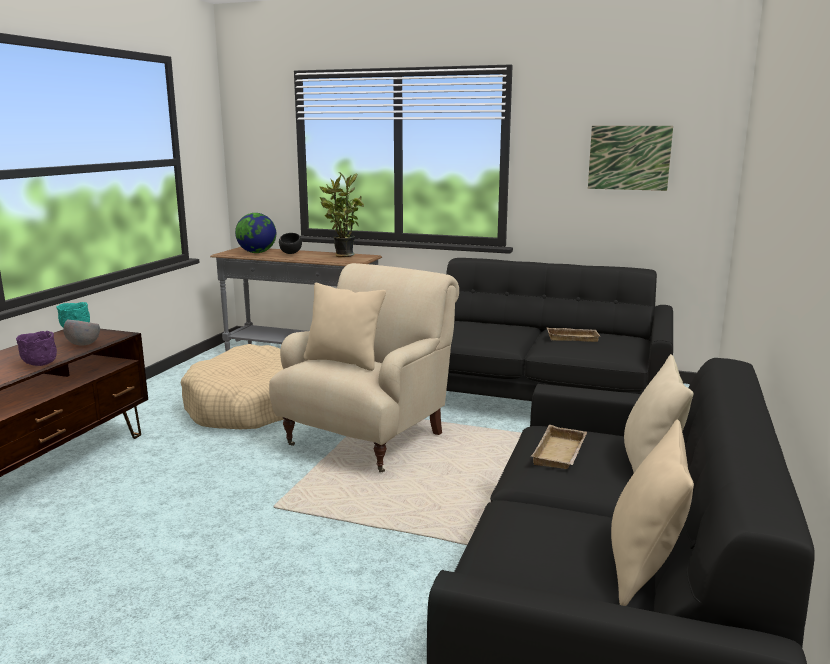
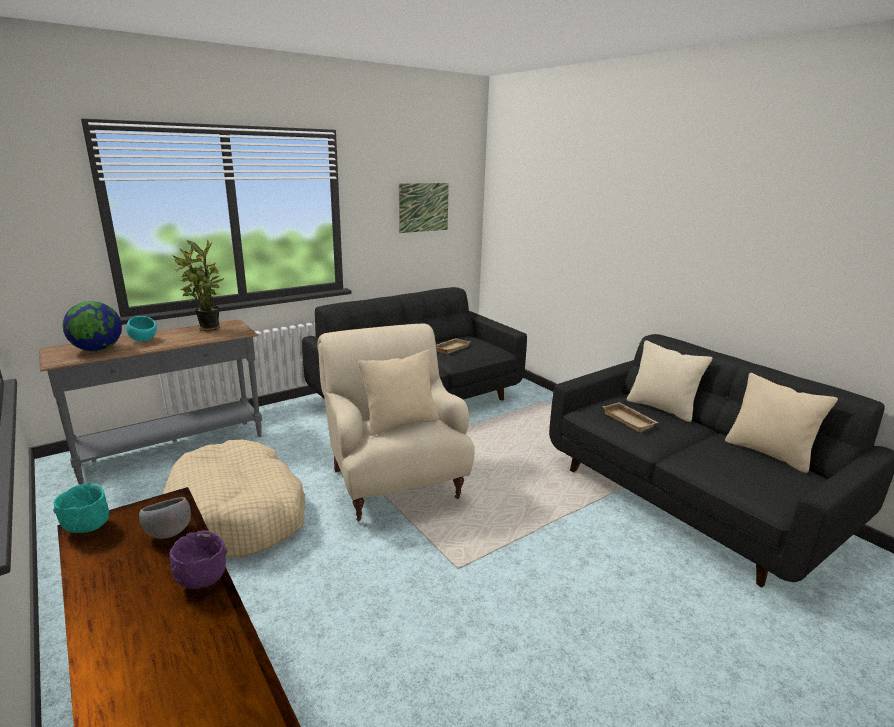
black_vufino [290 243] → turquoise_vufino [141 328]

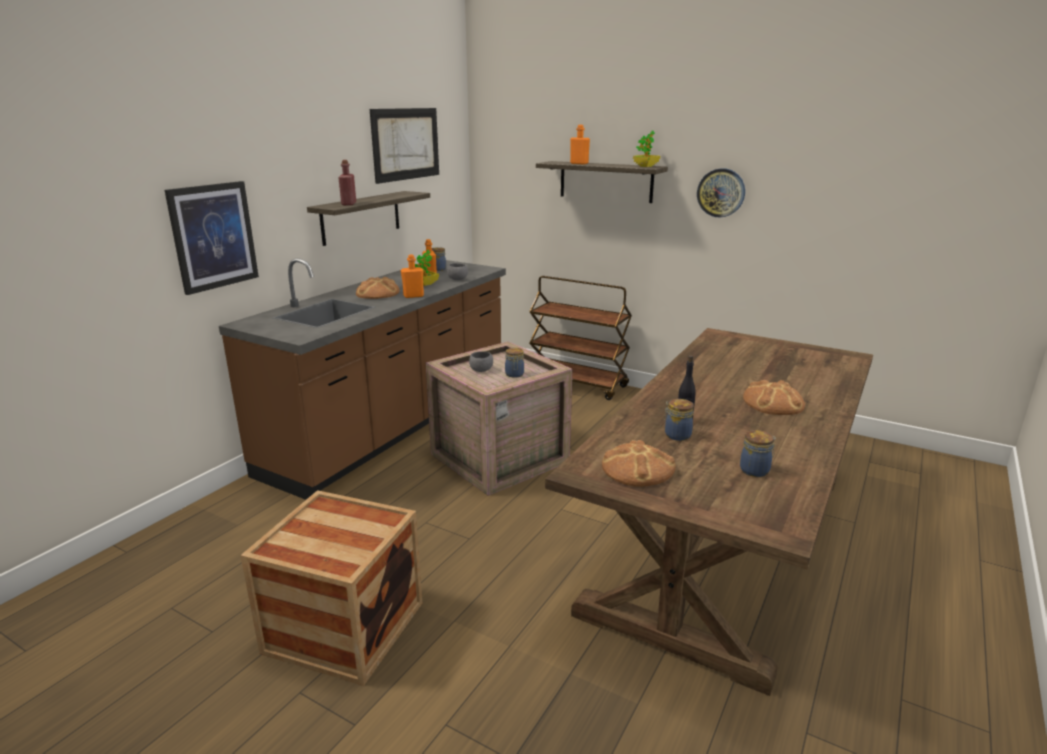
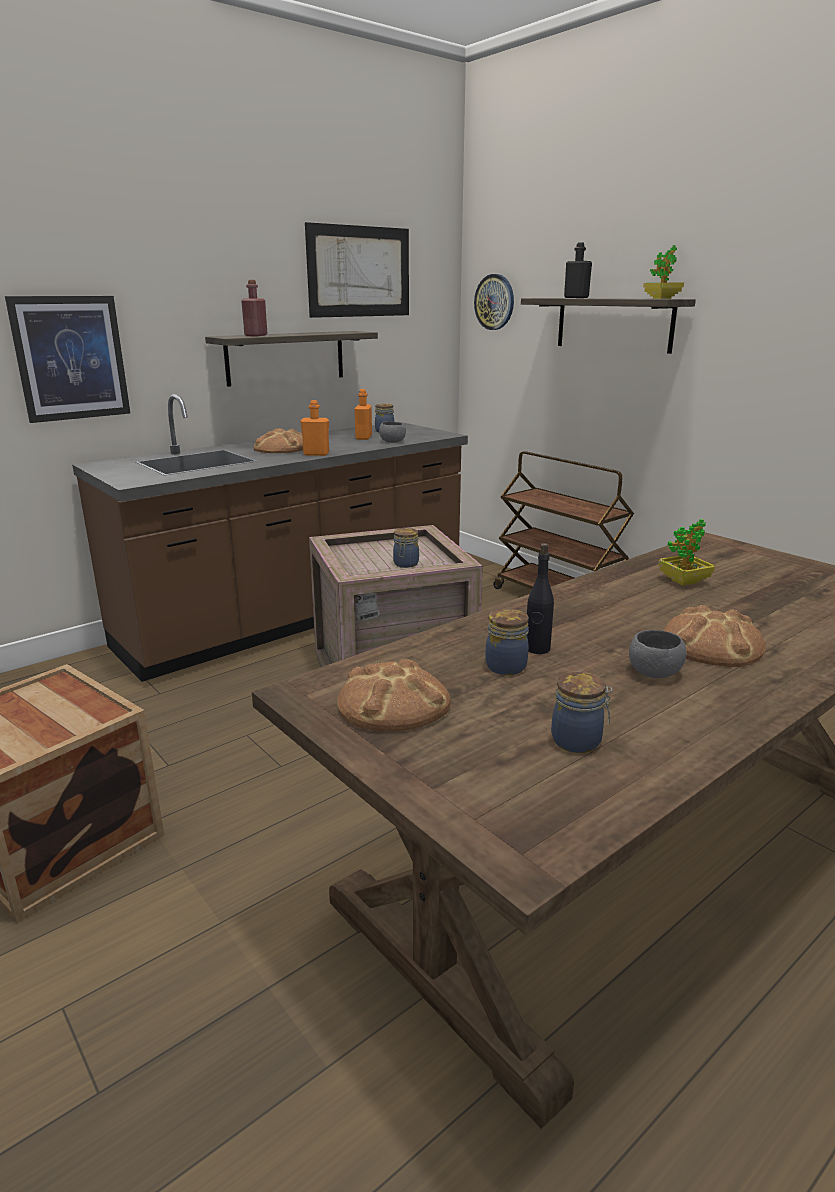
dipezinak [427 268] → dipezinak [686 552], moved
grey_vufino [481 361] → grey_vufino [657 654], moved
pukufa [721 192] → pukufa [494 302], moved
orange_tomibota [580 144] → black_tomibota [578 270]

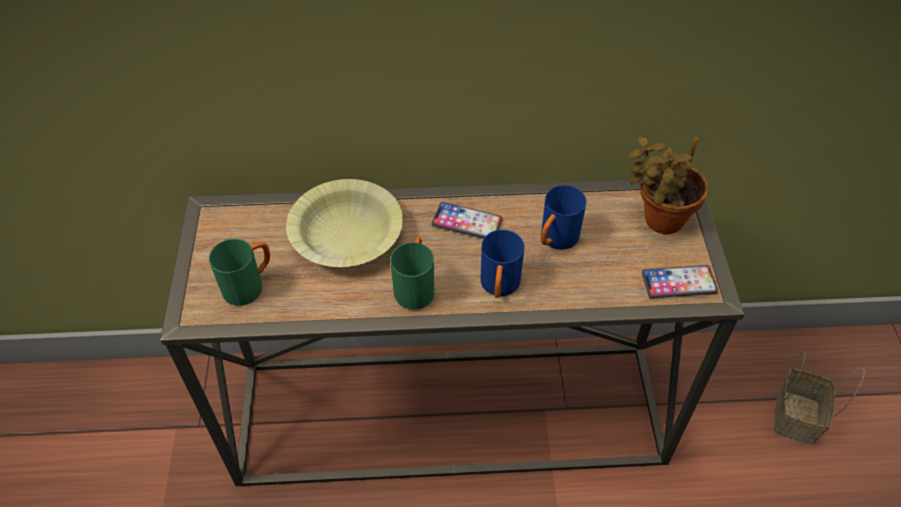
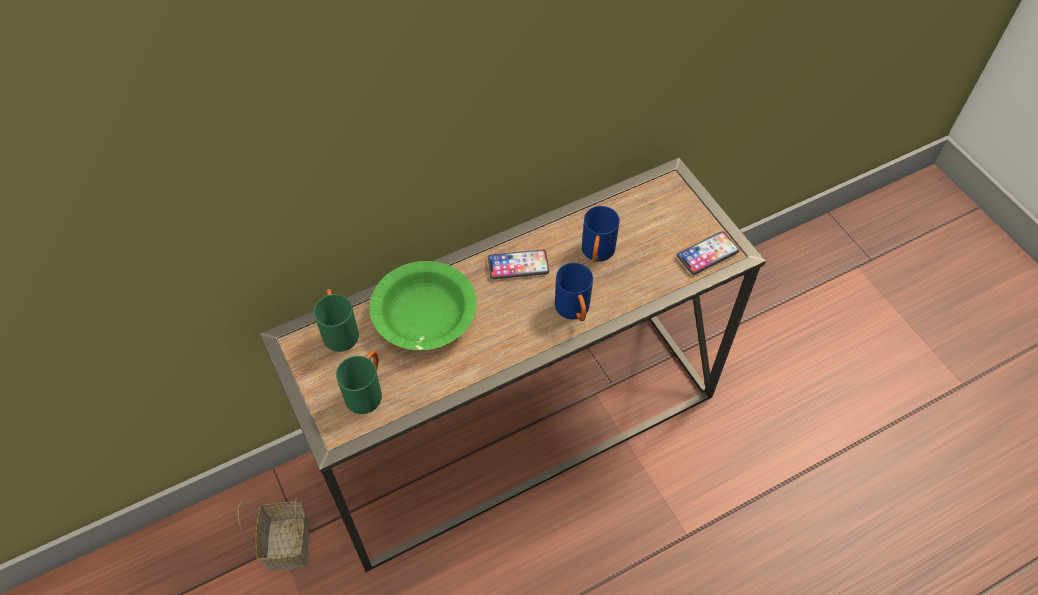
dipezinak [668 185] → -
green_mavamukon [412 273] → green_mavamukon [336 320], moved
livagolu [819 397] → livagolu [273 533], moved
yellow_vufino [344 223] → green_vufino [423 305]

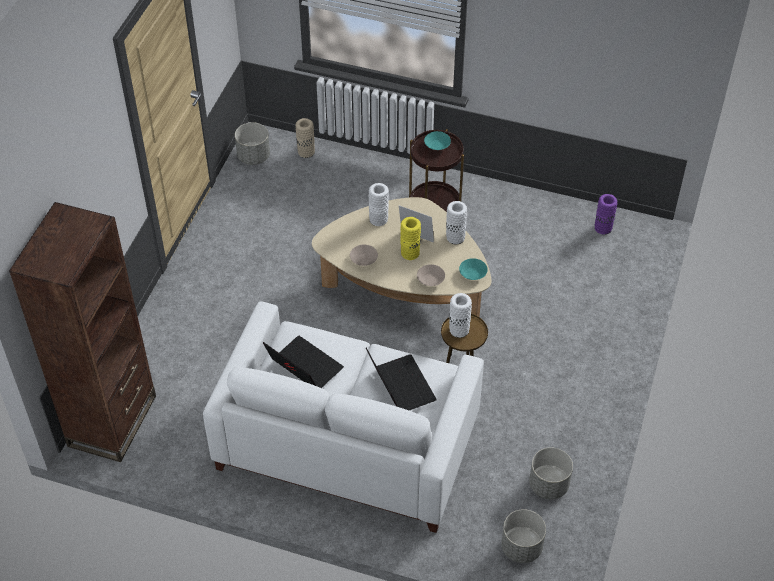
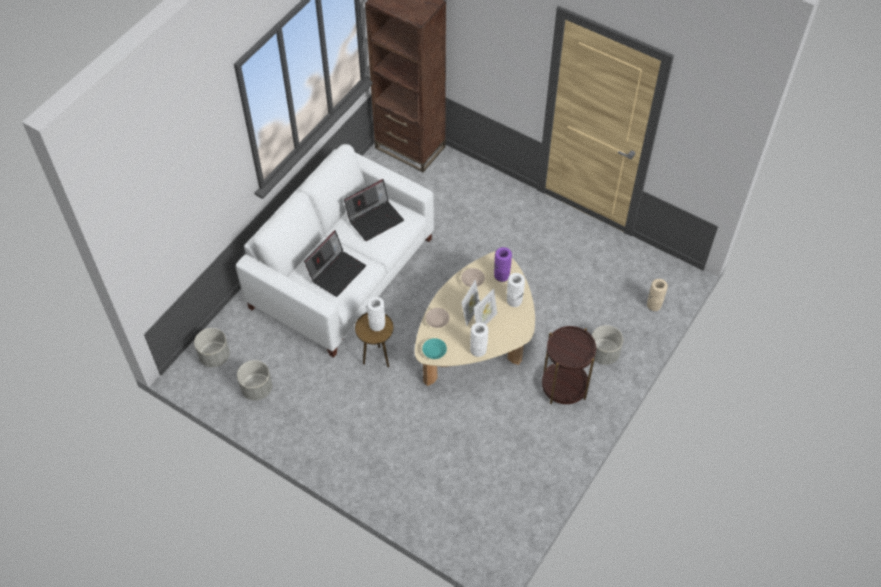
turquoise_vufino [437 140] → -
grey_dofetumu [252 143] → grey_dofetumu [607 345], moved
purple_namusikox [606 214] → purple_namusikox [503 264], moved
yellow_namusikox [410 238] → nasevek [470 303]
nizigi [401 379] → nizigi [335 263], 45 degrees counterclockwise

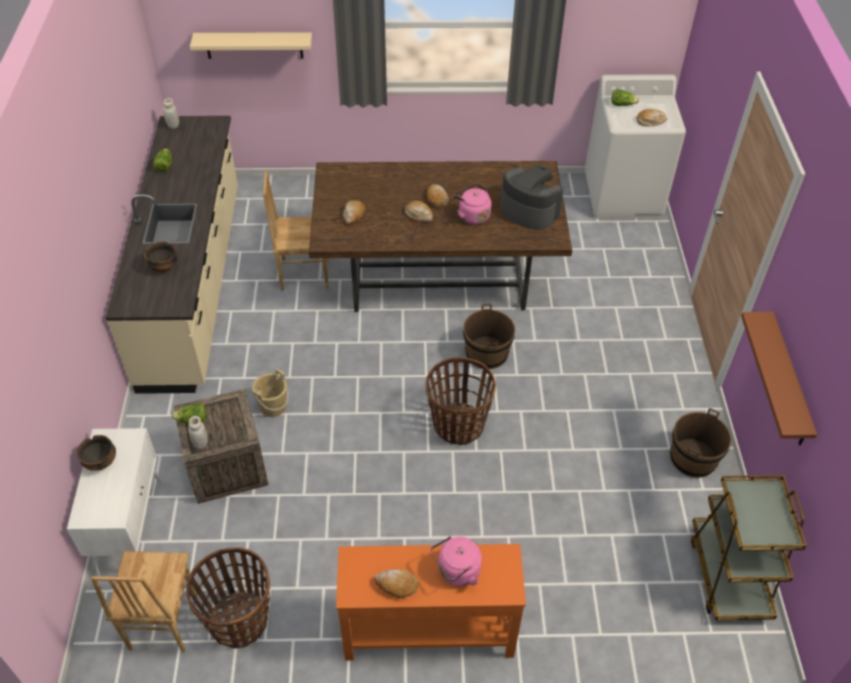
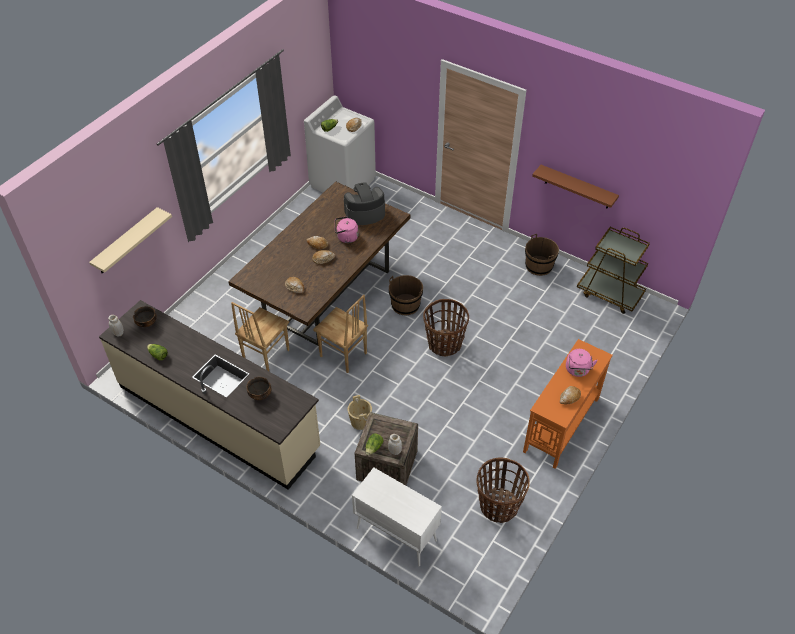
vufino [96 453] → vufino [145 316], moved
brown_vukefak [143 602] → brown_vukefak [340 334], moved

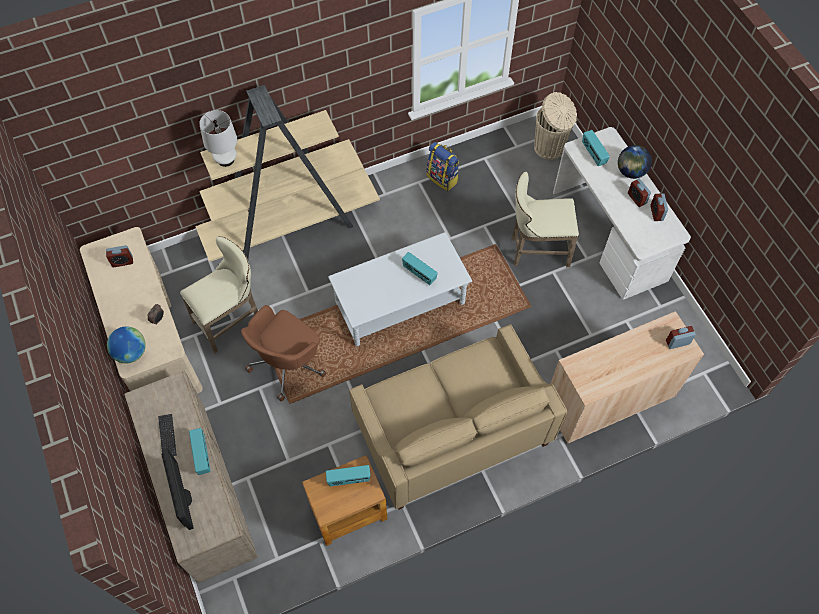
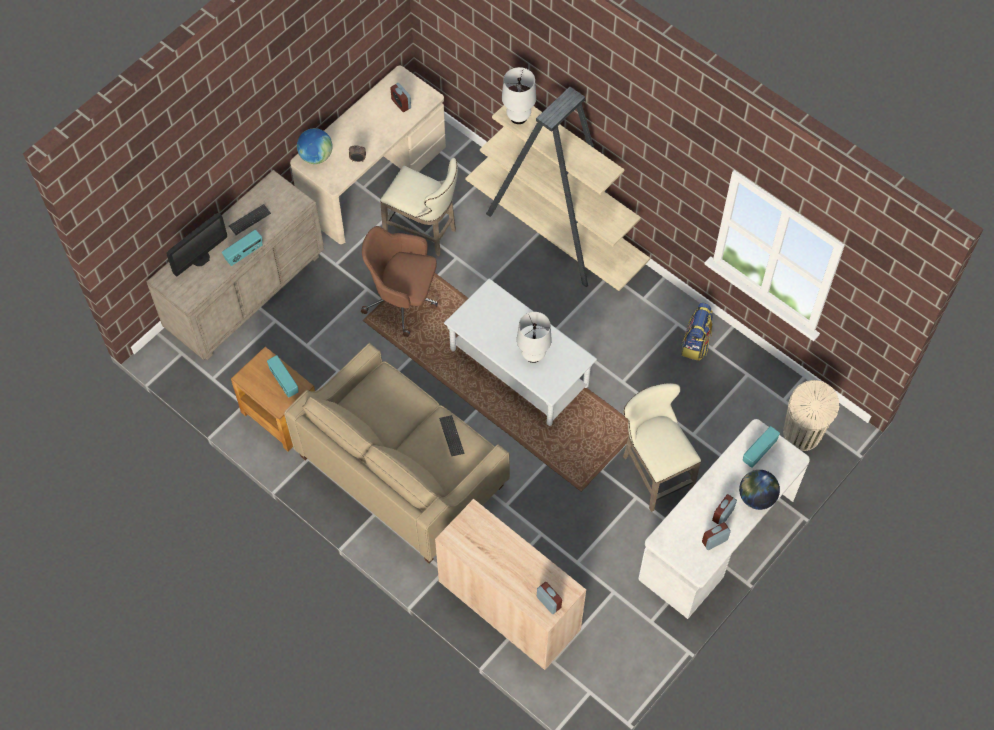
- → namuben [451 435]
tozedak [420 268] → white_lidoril [534 337]

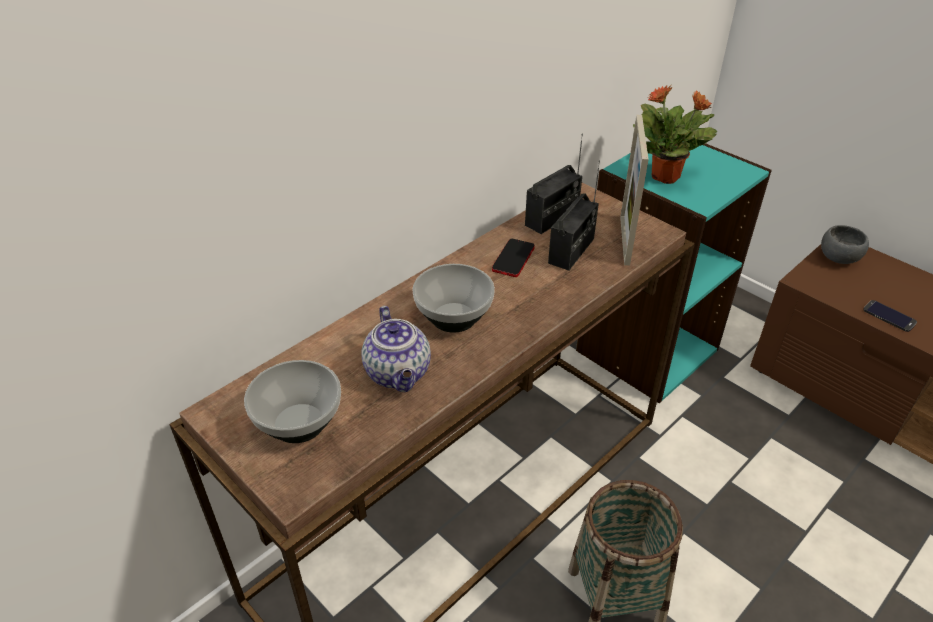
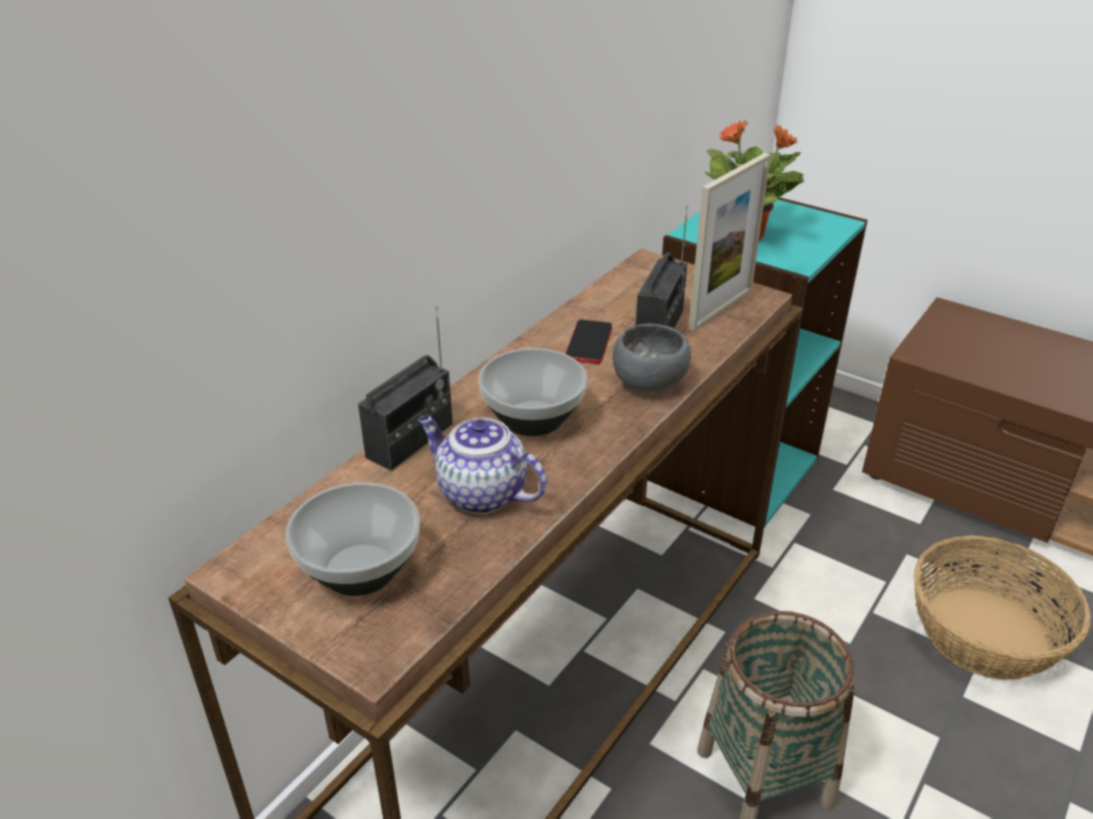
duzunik [890 316] → -
- → livagolu [1002 607]
tozedak [554 184] → tozedak [405 388], moved
grey_vufino [845 244] → grey_vufino [652 358], moved
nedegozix [396 349] → nedegozix [482 464], 150 degrees clockwise
nasevek [634 190] → nasevek [729 242], 135 degrees counterclockwise

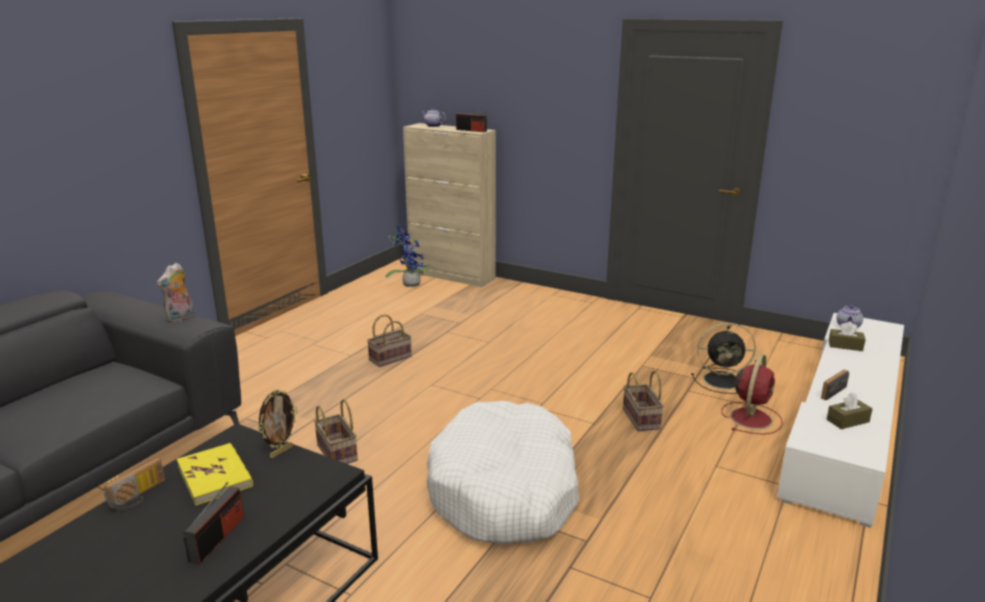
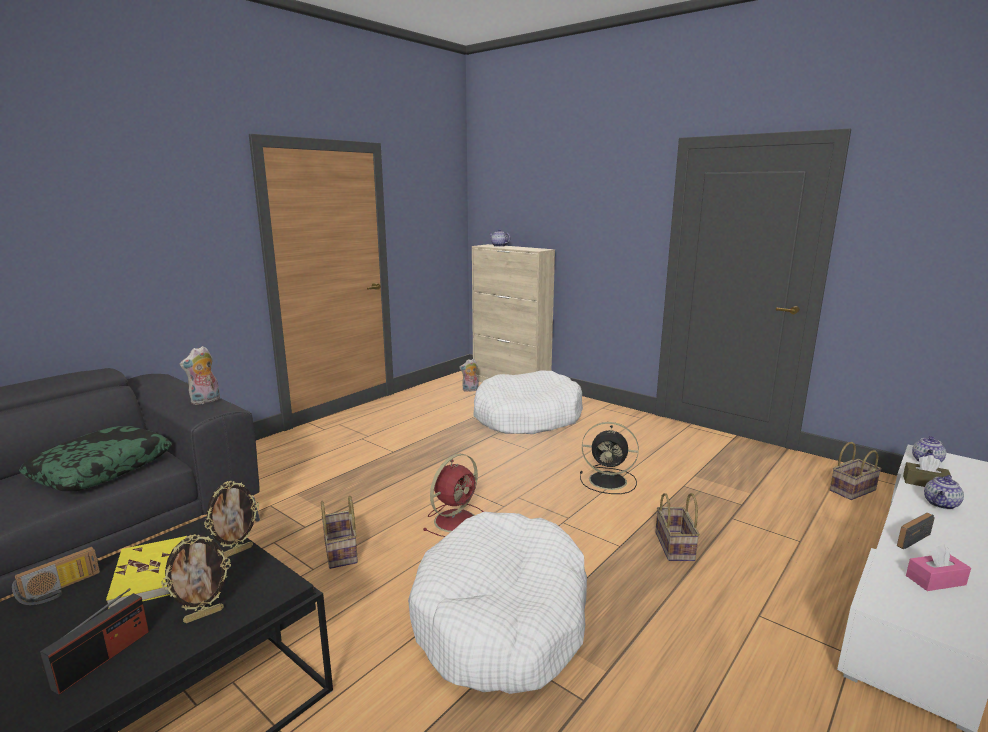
tozedak [471 122] → -
- → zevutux [95 458]
- → nasevek [196 578]
- → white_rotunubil [528 402]
- → nedegozix [944 492]
livagolu [389 340] → livagolu [856 471], moved
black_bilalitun [723 358] → black_bilalitun [609 458], moved
red_bilalitun [752 394] → red_bilalitun [453 495], moved
dipezinak [410 256] → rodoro [469 375]
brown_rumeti [850 410] → pink_rumeti [938 568]

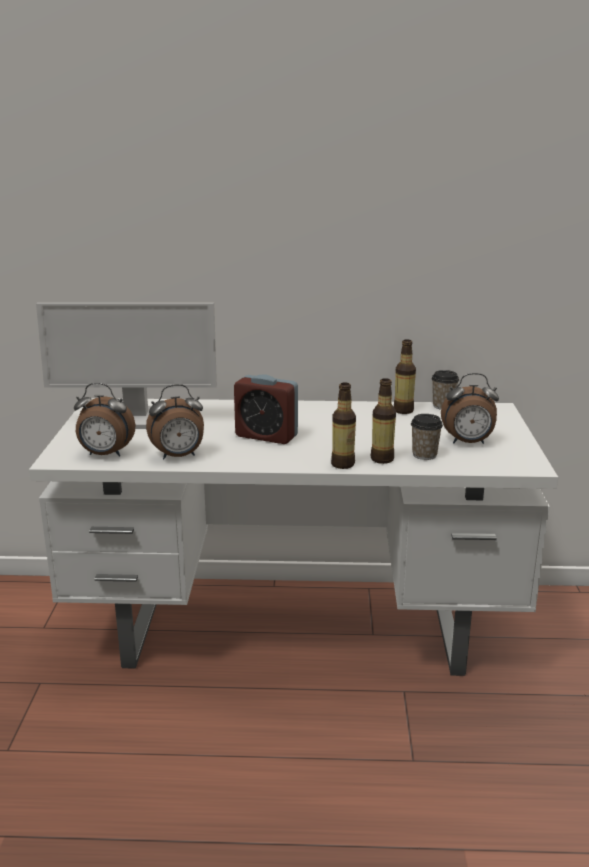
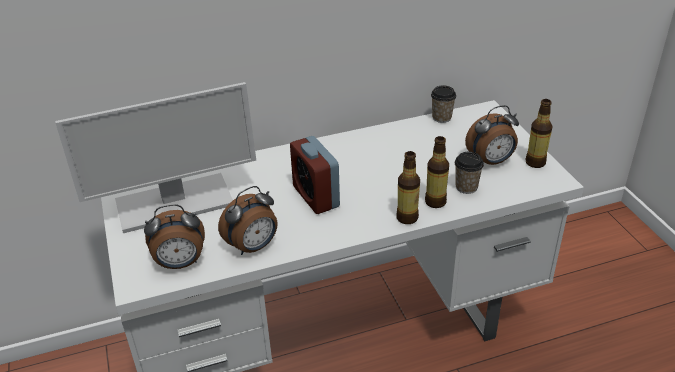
tomibota [405 376] → tomibota [539 133], moved
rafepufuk [266 409] → rafepufuk [315 175], 60 degrees clockwise

